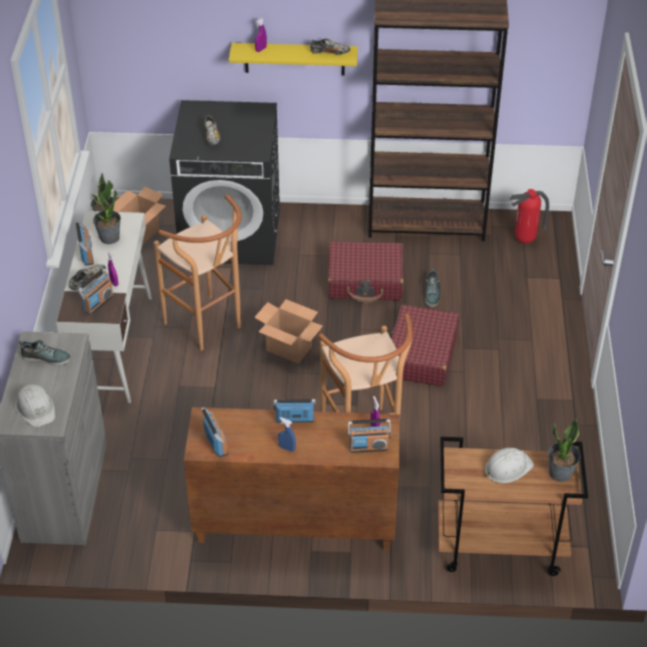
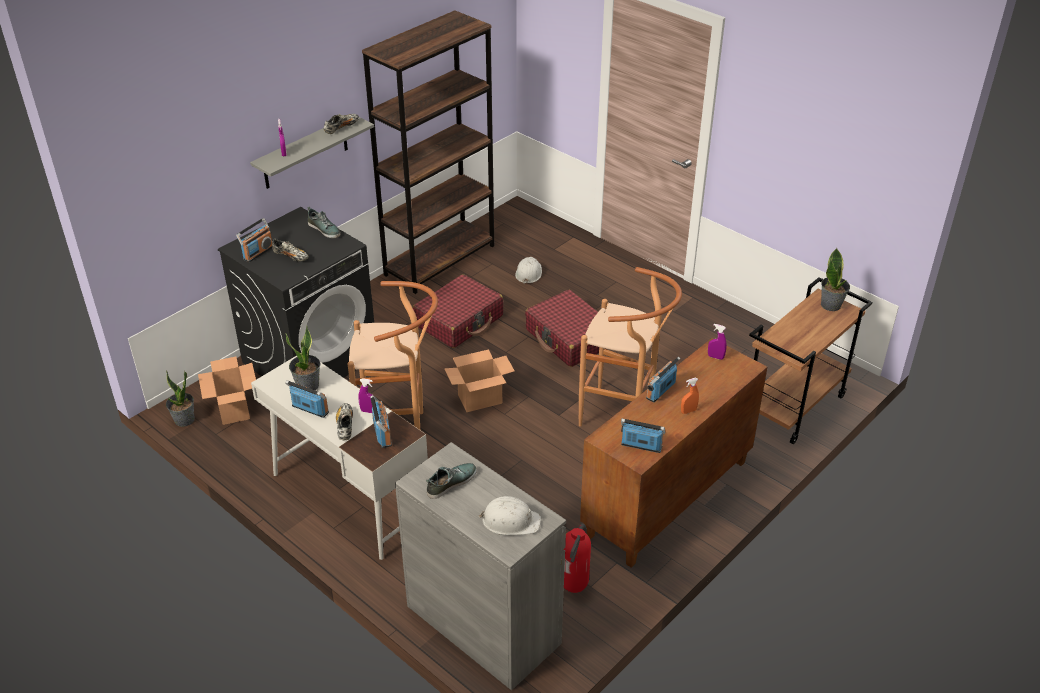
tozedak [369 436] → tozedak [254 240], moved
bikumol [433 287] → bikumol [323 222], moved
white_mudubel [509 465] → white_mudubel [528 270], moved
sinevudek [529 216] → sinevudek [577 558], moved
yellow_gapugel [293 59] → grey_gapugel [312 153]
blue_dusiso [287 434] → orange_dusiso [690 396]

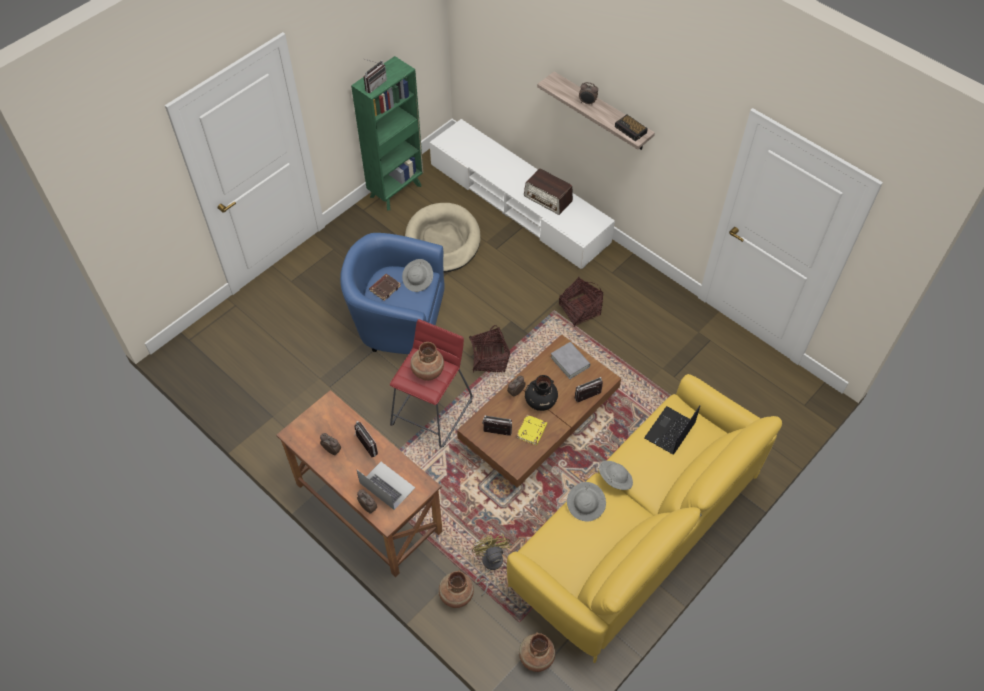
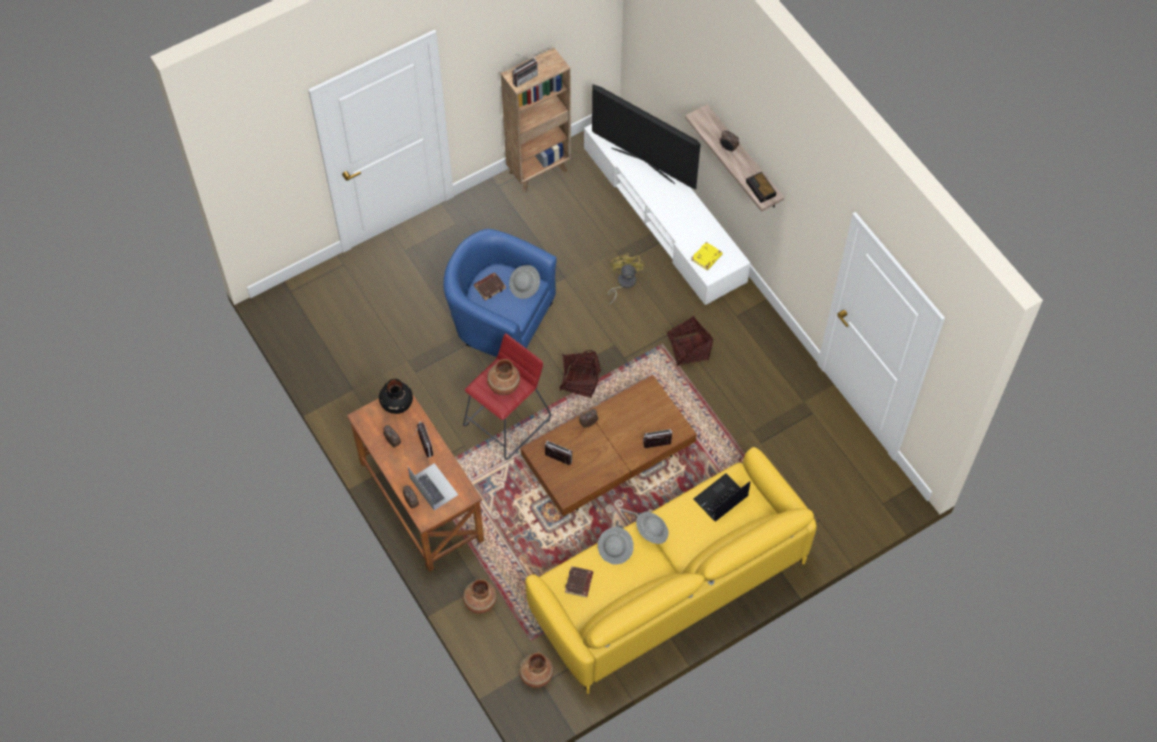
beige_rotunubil [443 237] → -
tozedak [548 191] → -
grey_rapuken [570 360] → -
- → brown_rapuken [579 581]
- → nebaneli [646 136]
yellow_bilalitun [491 565] → yellow_bilalitun [626 279], moved
yellow_rapuken [532 430] → yellow_rapuken [706 256], moved
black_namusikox [541 393] → black_namusikox [396 396], moved
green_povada [387 133] → brown_povada [536 120]

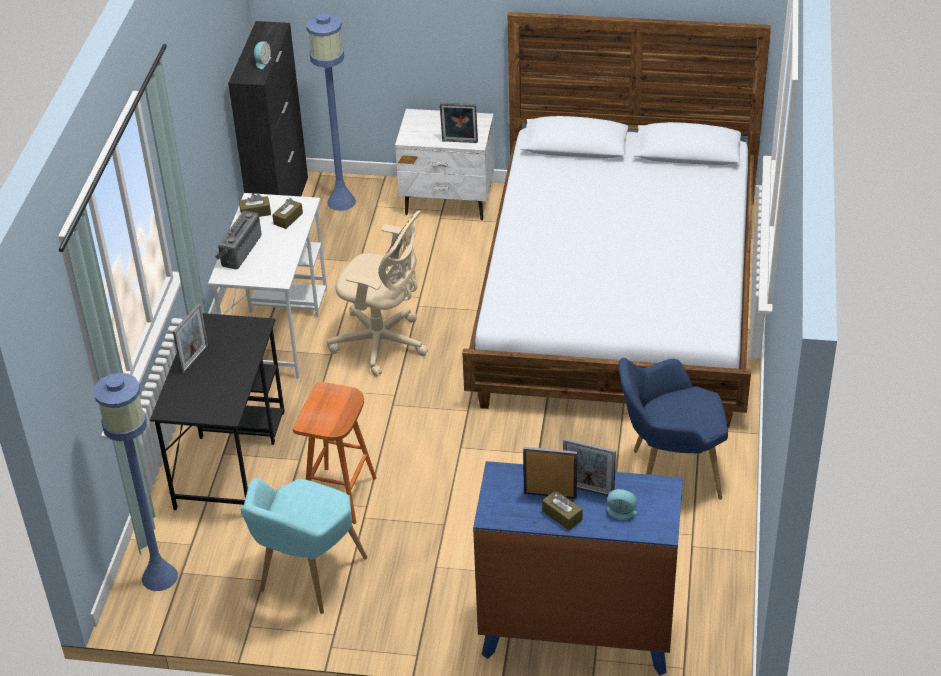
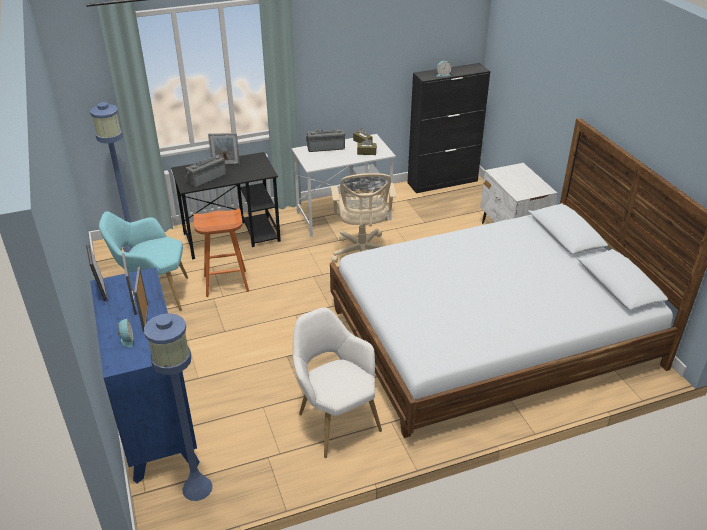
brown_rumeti [562 510] → -
- → tozedak [205 171]
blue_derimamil [331 112] → blue_derimamil [178 407], moved
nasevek [459 123] → nasevek [96 272], moved
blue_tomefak [673 429] → white_tomefak [337 382]

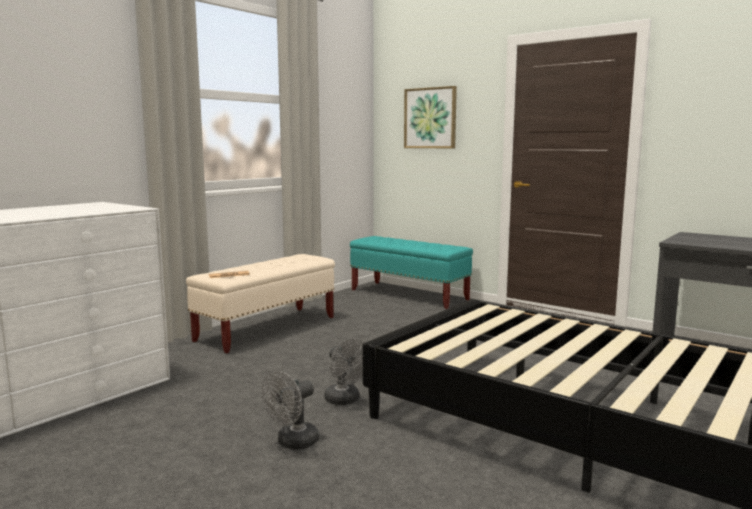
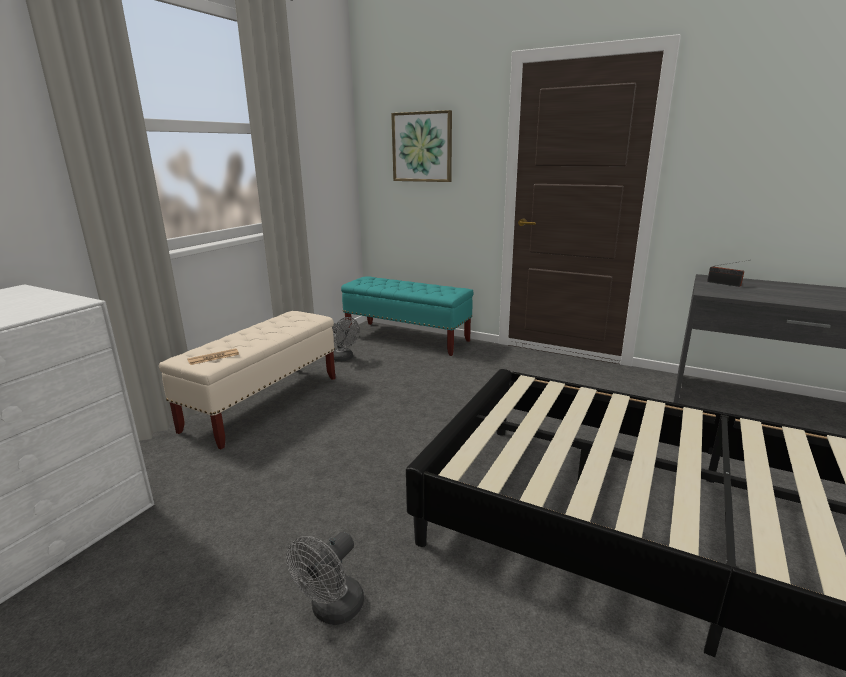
- → tozedak [728 273]
grey_bilalitun [345 372] → grey_bilalitun [346 339], moved

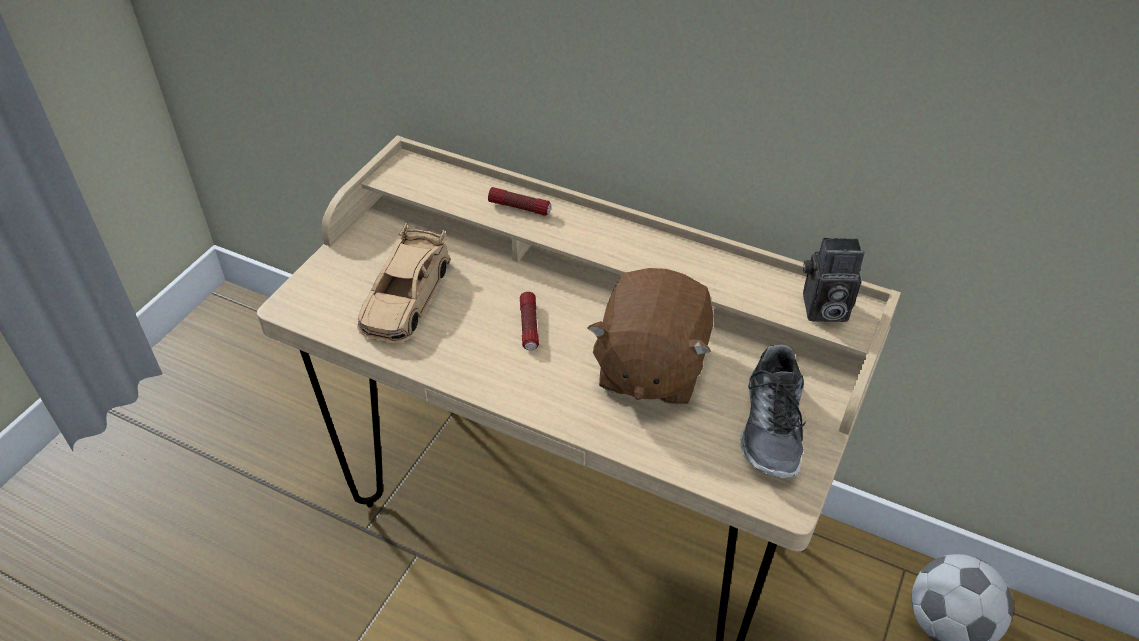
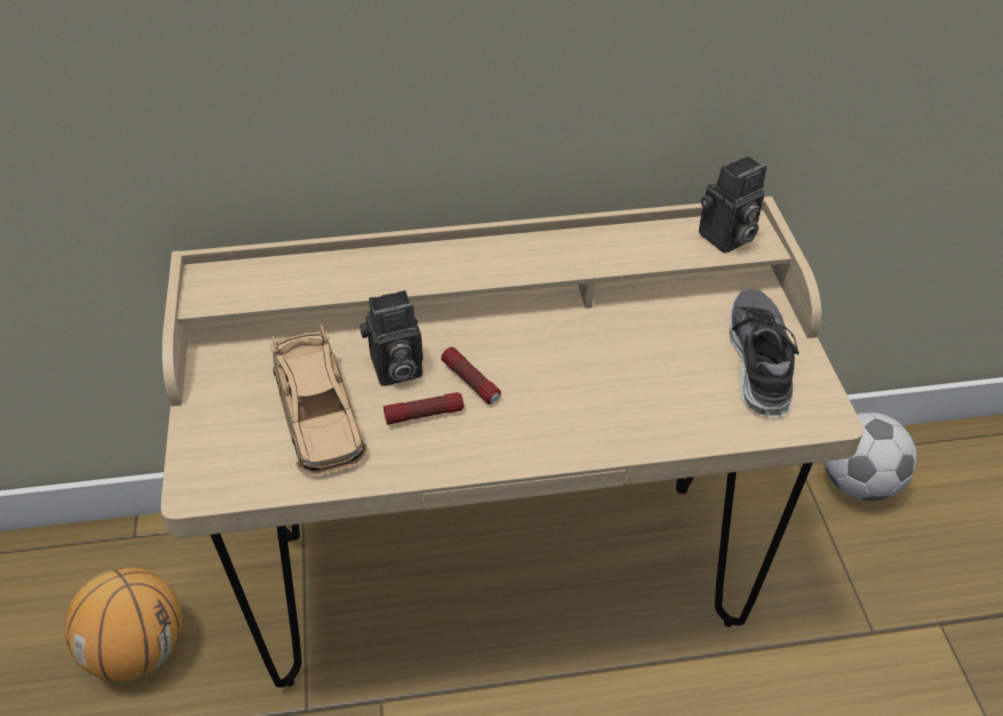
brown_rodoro [650 336] → -
- → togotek [123 624]
- → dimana [391 338]
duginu [519 201] → duginu [424 408], moved
bikumol [773 411] → bikumol [764 353], 150 degrees counterclockwise

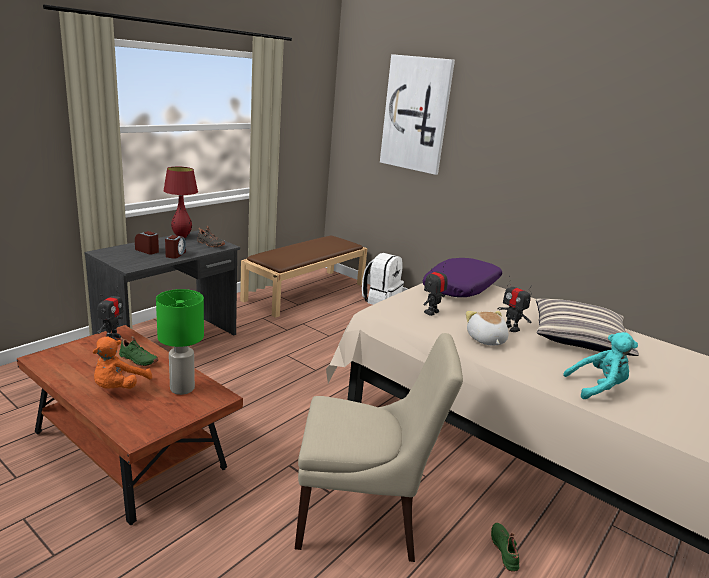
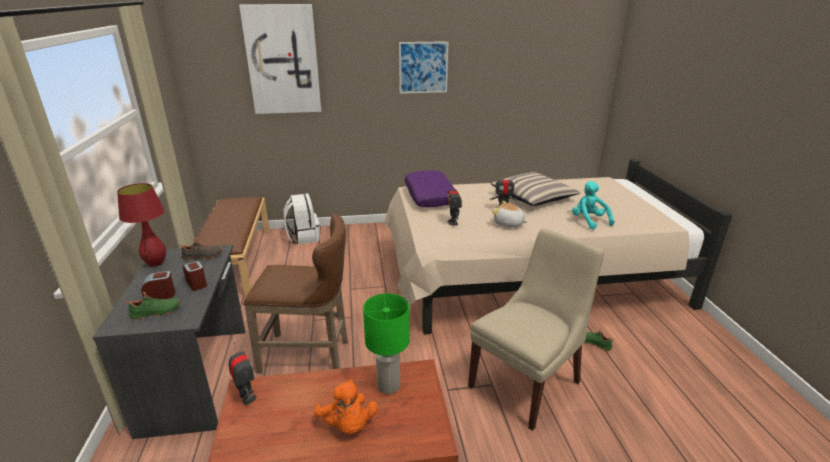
- → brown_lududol [296 294]
- → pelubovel [423 67]
green_bikumol [138 351] → green_bikumol [153 305], moved
turquoise_rodoro [600 365] → turquoise_rodoro [593 205], 60 degrees counterclockwise

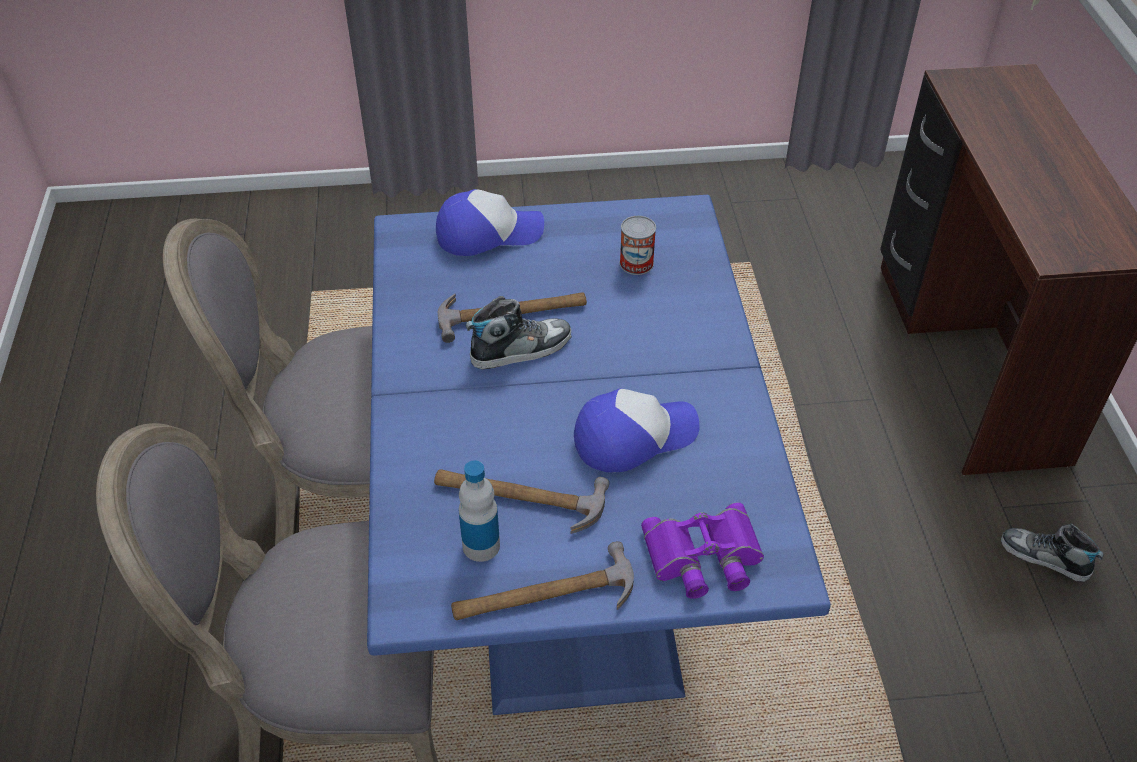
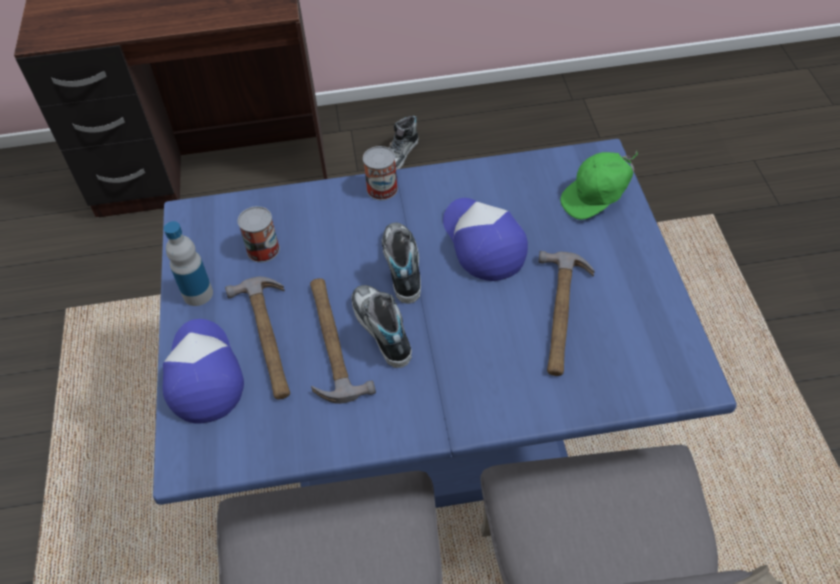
- → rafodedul [380 173]
- → bikumol [401 263]
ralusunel [542 580] → ralusunel [257 338], moved
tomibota [479 511] → tomibota [188 263], moved
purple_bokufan [702 550] → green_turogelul [599 185]

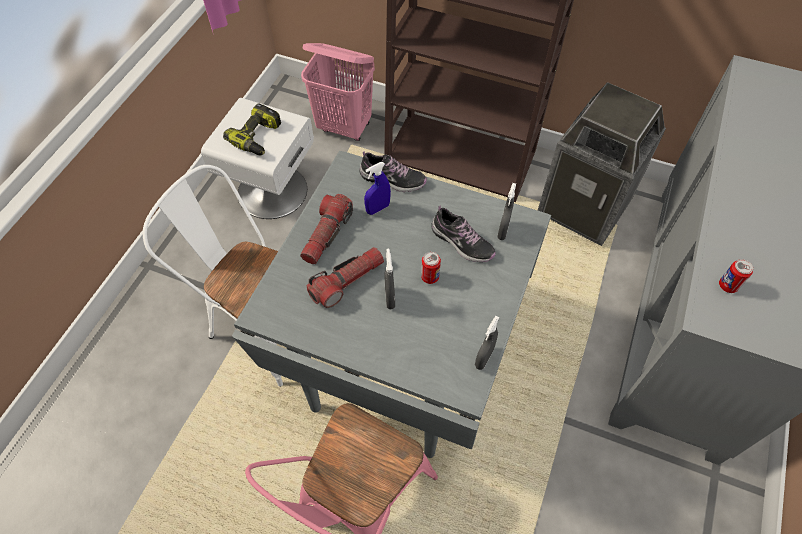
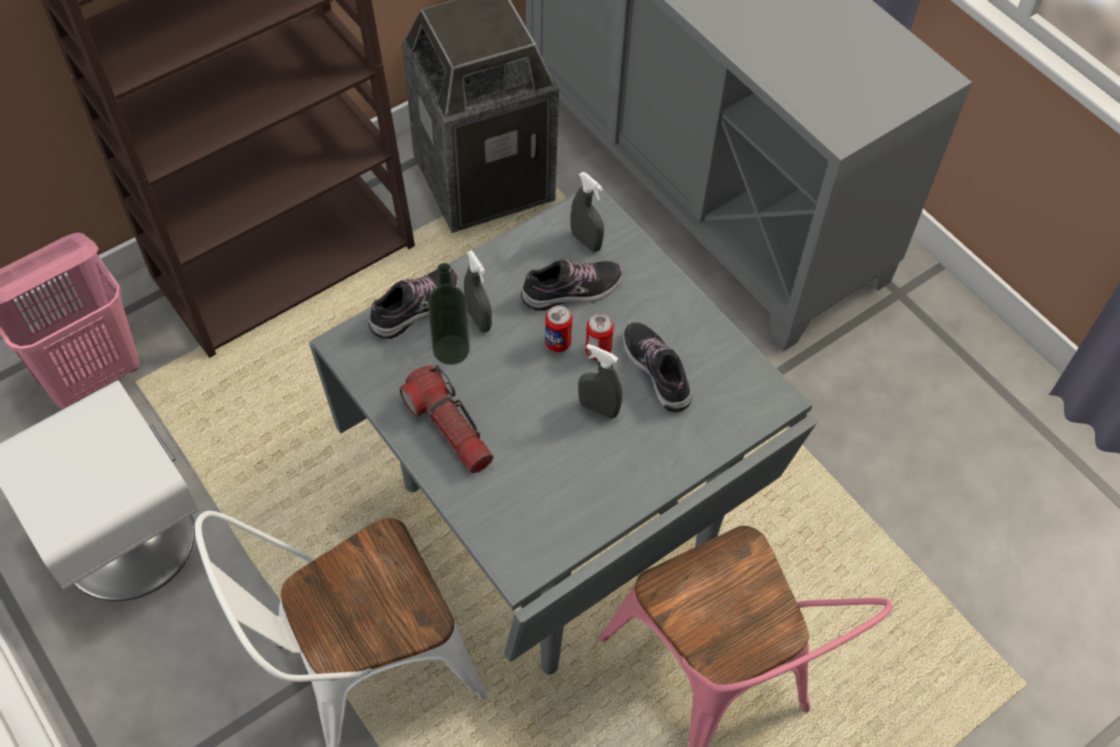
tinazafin [252 129] → -
duginu [345 277] → -
- → bikumol [657 367]
grey_dusiso [487 343] → grey_dusiso [478 291], moved
rafodedul [736 276] → rafodedul [558 328], moved
blue_dusiso [377 188] → tomibota [449 314]

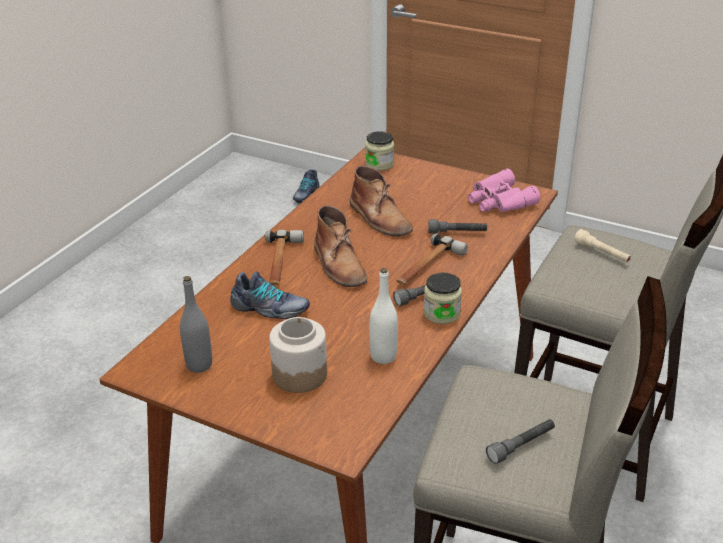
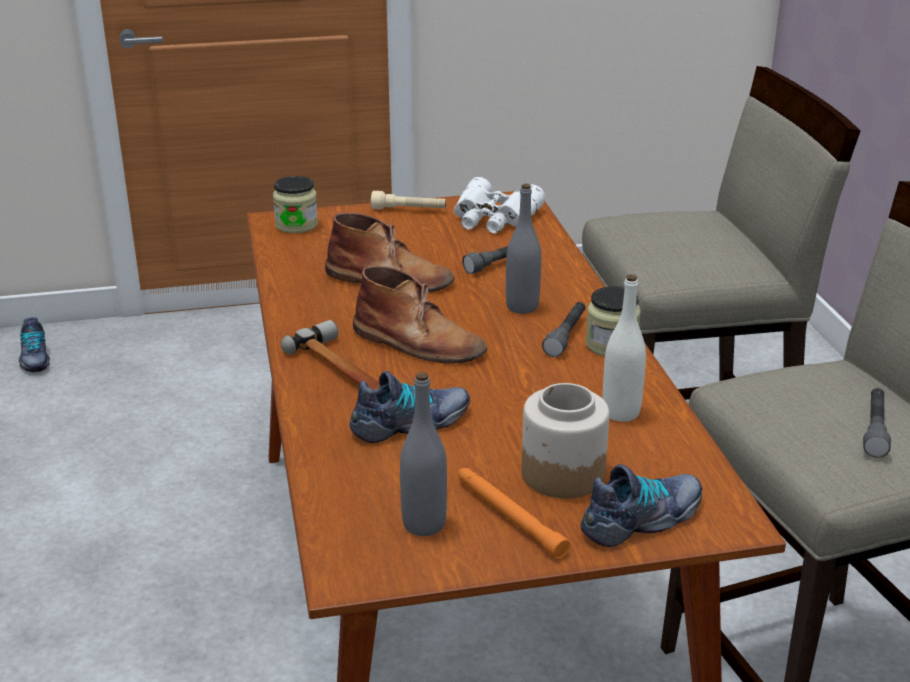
- → orange_duginu [514 513]
- → bikumol [641 505]
beige_duginu [602 245] → beige_duginu [408 200], moved
ralusunel [432 259] → grey_tomibota [523 249]
pink_bokufan [504 190] → white_bokufan [499 205]

